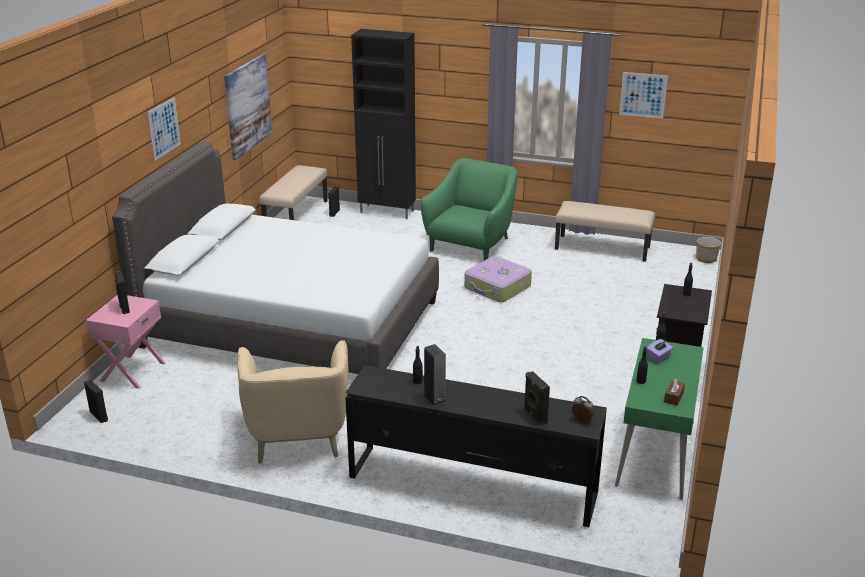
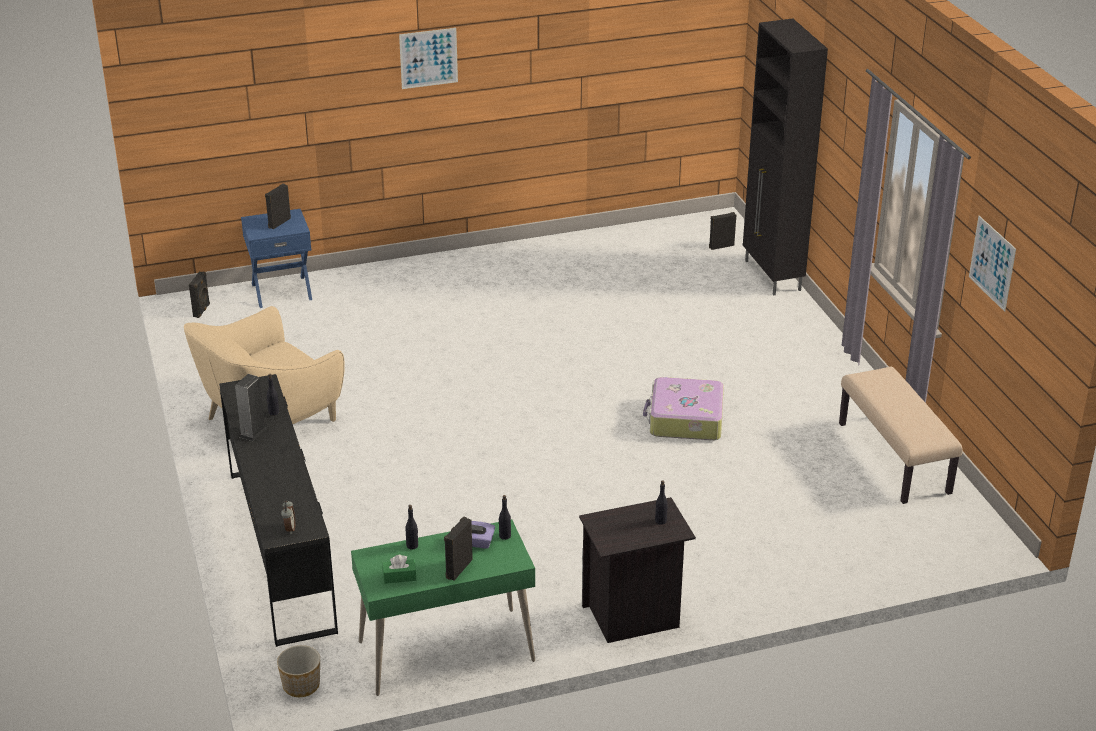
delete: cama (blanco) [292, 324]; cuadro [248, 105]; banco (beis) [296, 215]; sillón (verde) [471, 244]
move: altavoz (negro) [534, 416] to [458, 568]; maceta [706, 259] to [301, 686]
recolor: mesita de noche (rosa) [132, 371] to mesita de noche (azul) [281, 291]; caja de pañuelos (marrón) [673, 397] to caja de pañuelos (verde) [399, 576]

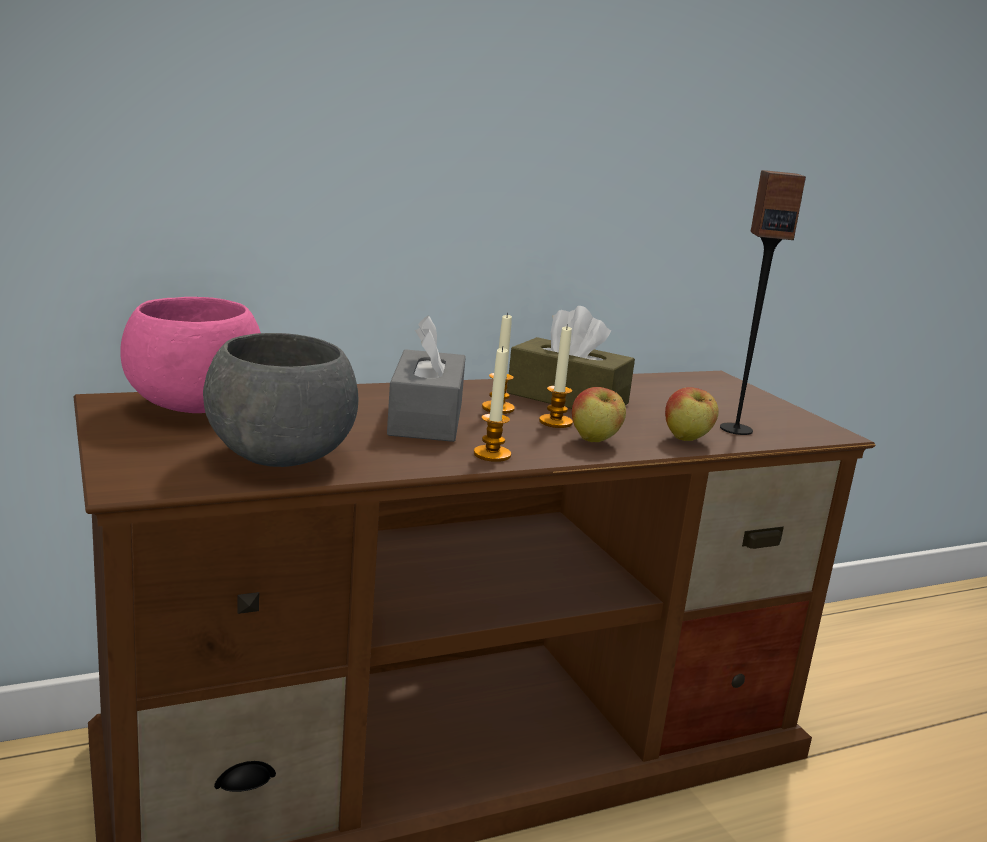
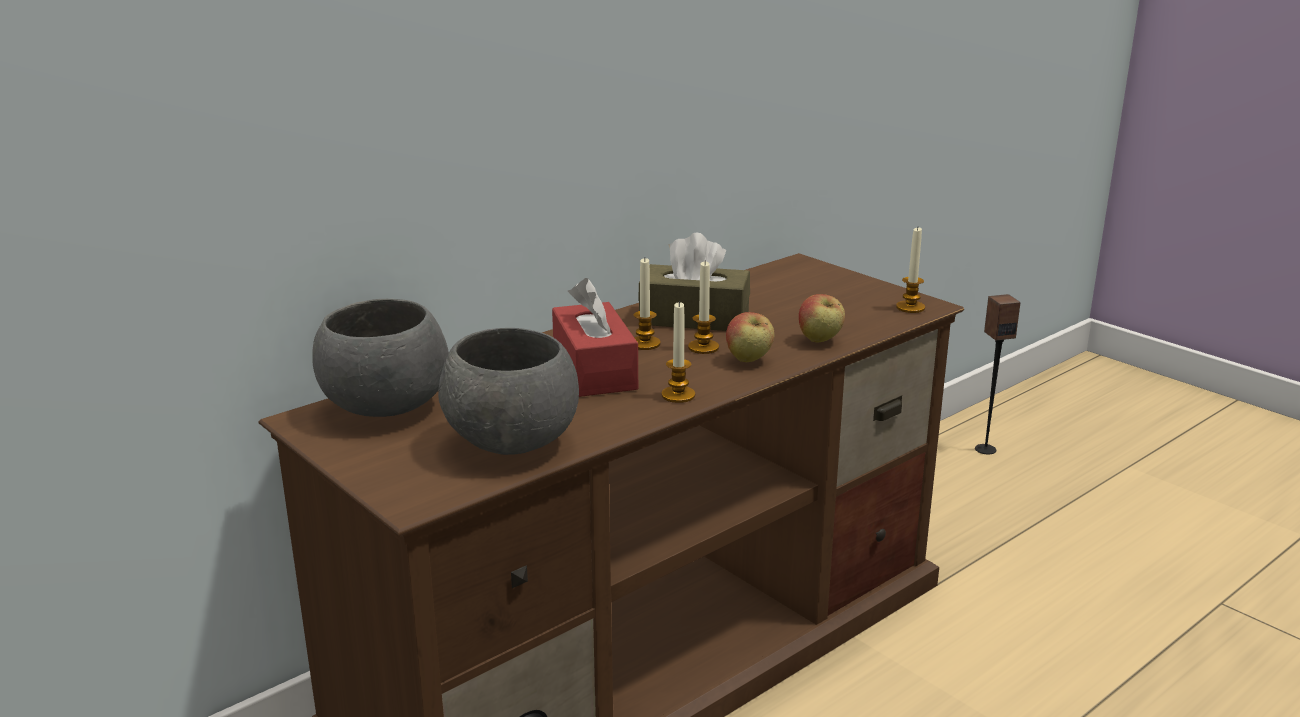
insert: vela [910, 307]
move: altavoz [736, 429] to [985, 449]
recolor: cuenco (rosa) [194, 407] to cuenco (gris) [385, 408]; caja de pañuelos (gris) [426, 418] to caja de pañuelos (rojo) [594, 370]

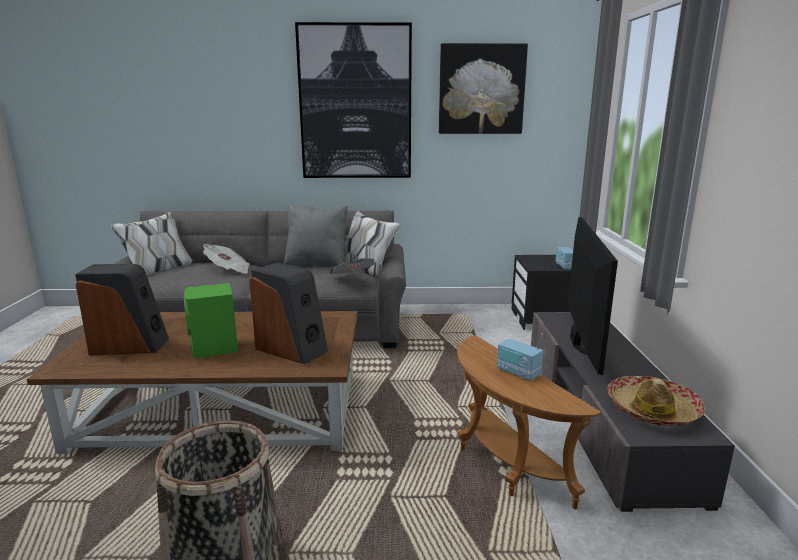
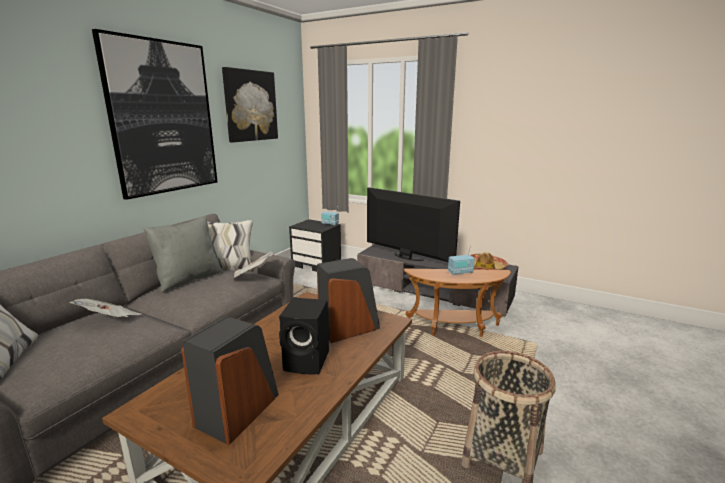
recolor: altavoz (verde) [214, 349] to altavoz (negro) [308, 361]

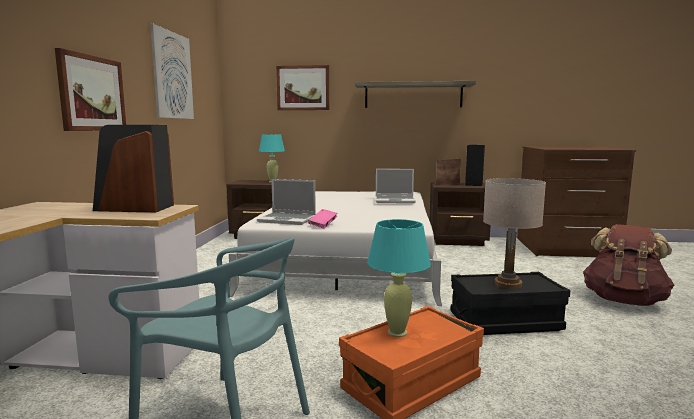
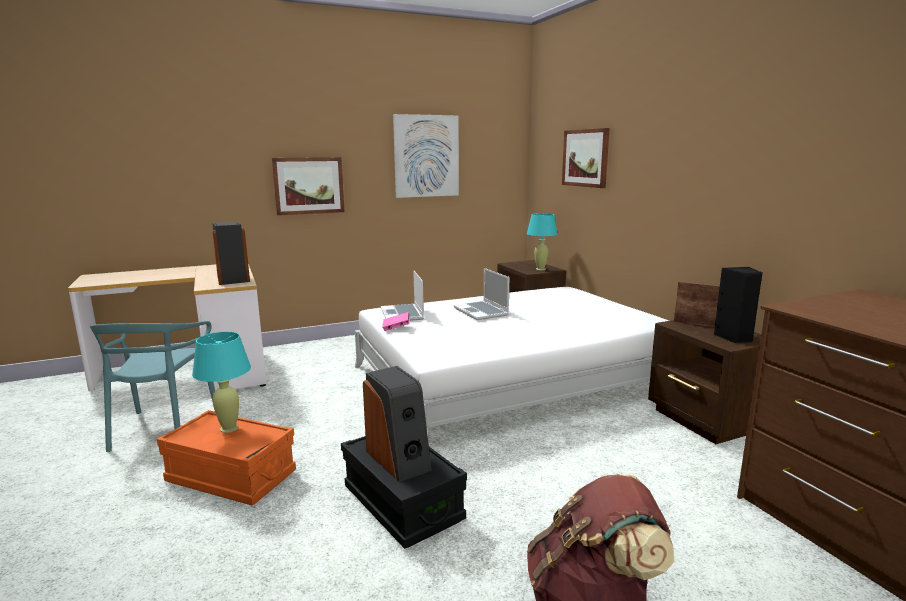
delete: estante [413, 95]
move: portátil [395, 201] to [482, 312]
replace: lámpara de mesa (beis) [507, 284] to altavoz [399, 459]

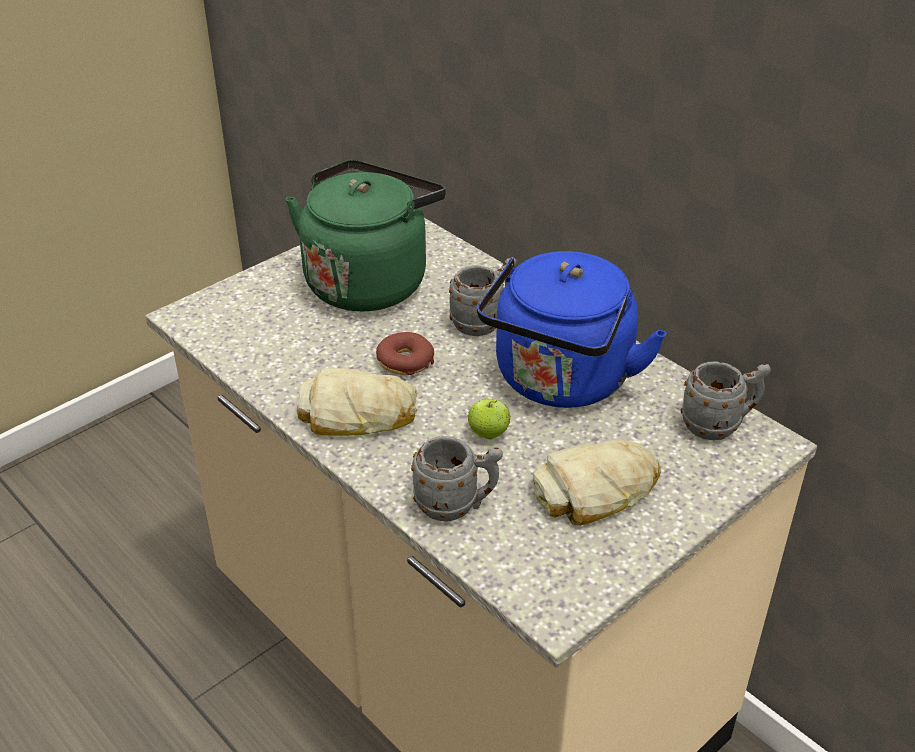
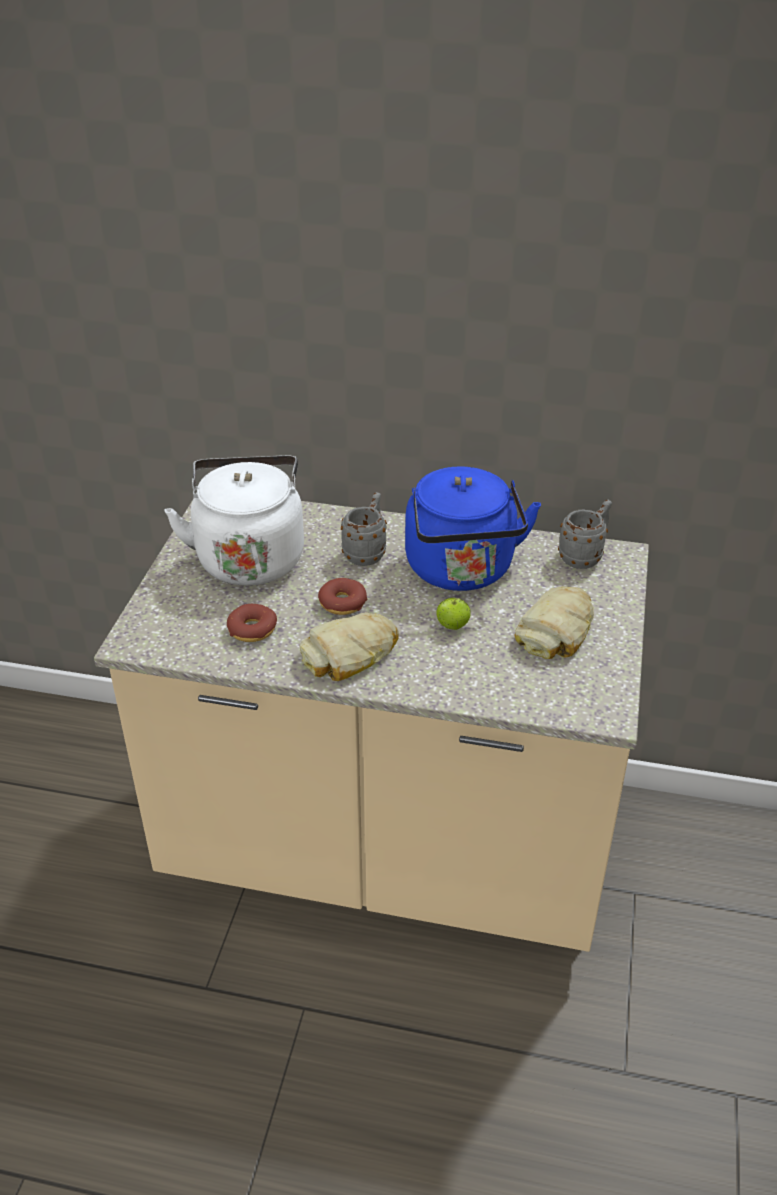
delete: taza grande (gris) [457, 505]
insert: rosquilla [252, 629]
recolor: hervidor (verde) [369, 281] to hervidor (blanco) [249, 556]

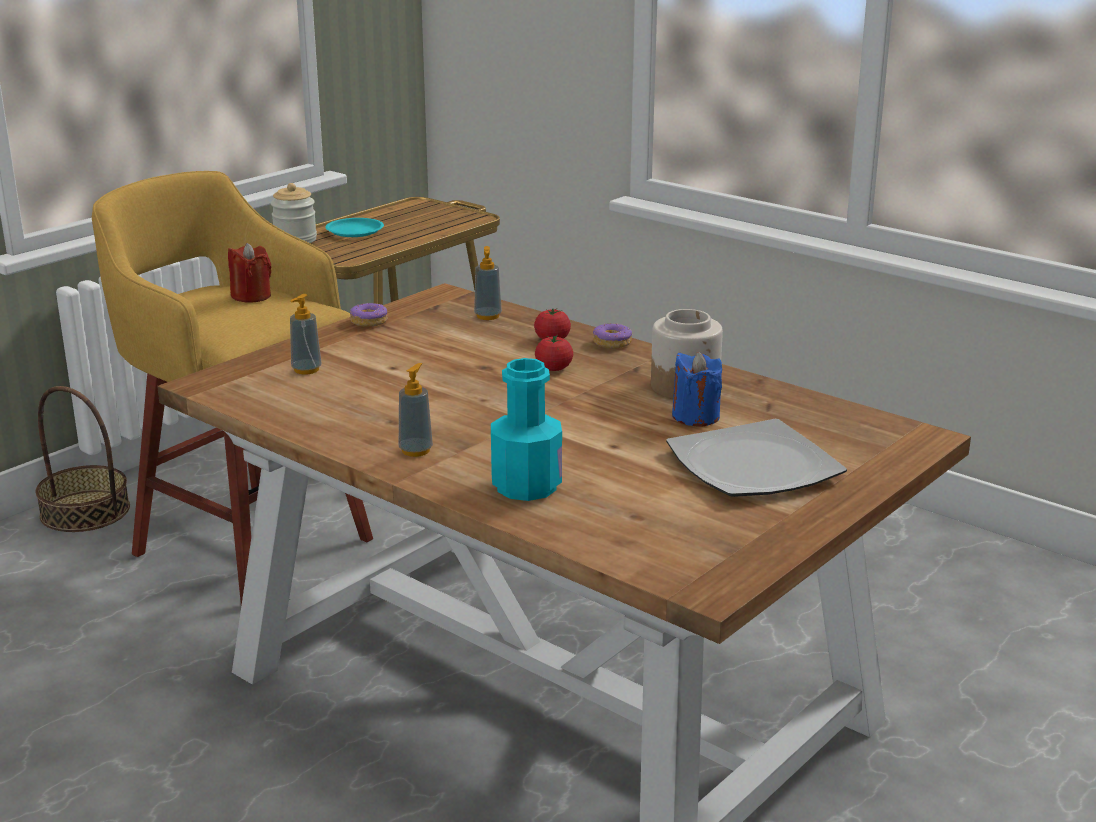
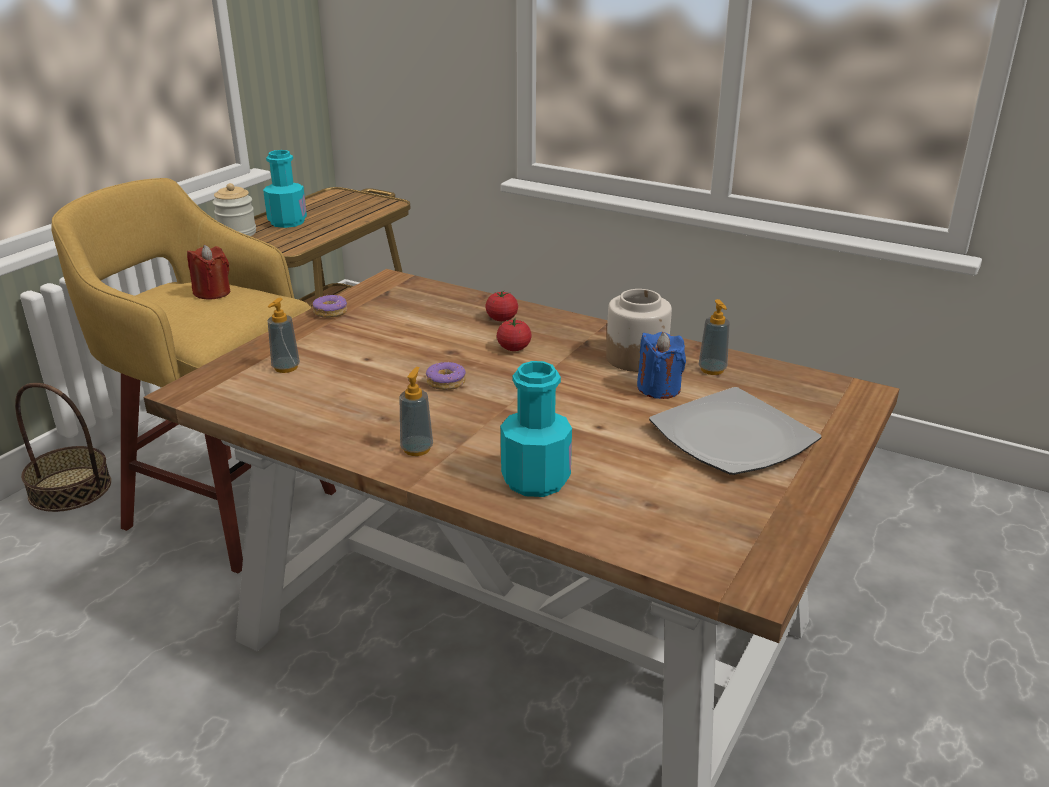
move: dispensador de jabón [488, 316] to [712, 369]; rosquilla [612, 343] to [446, 382]
replace: plato (turquesa) [354, 231] to botella (turquesa) [287, 222]

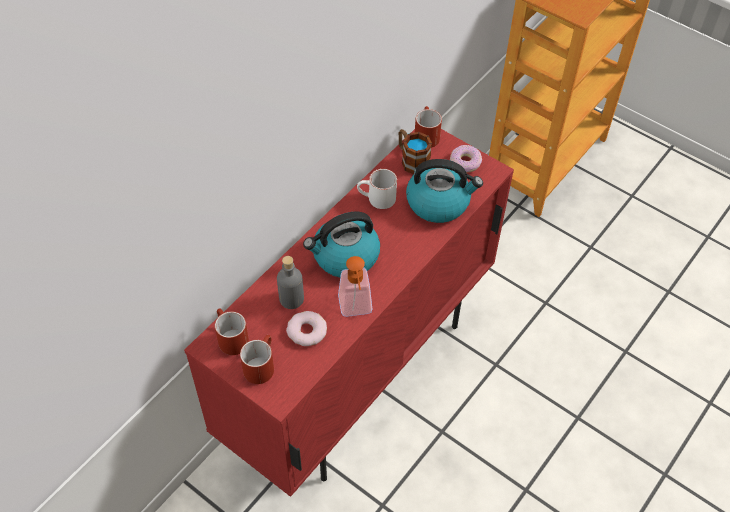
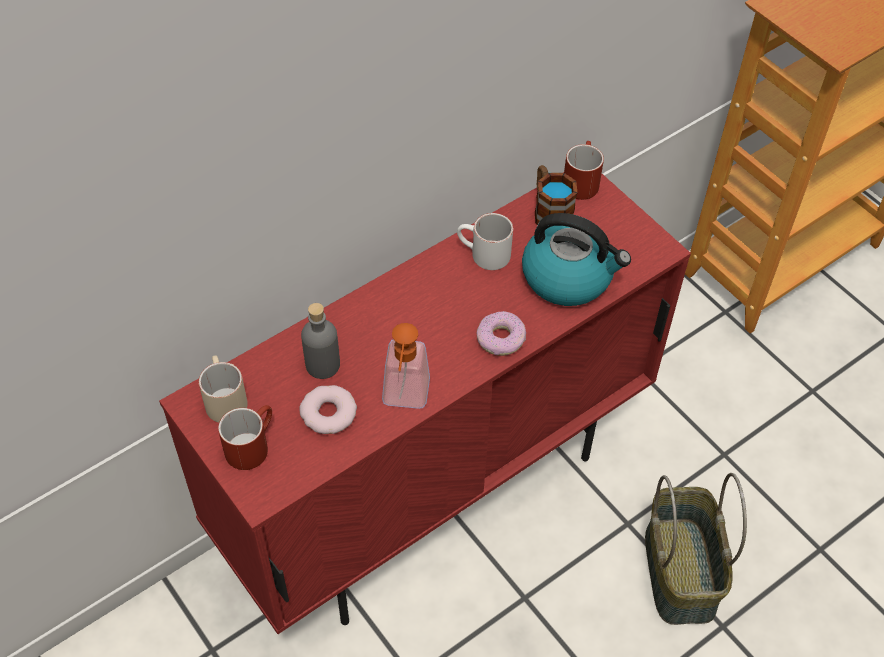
delete: hervidor [344, 257]
insert: cesta [681, 572]
move: rosquilla [465, 162] to [501, 339]
recolor: taza grande (rojo) [229, 338] to taza grande (beis) [223, 399]

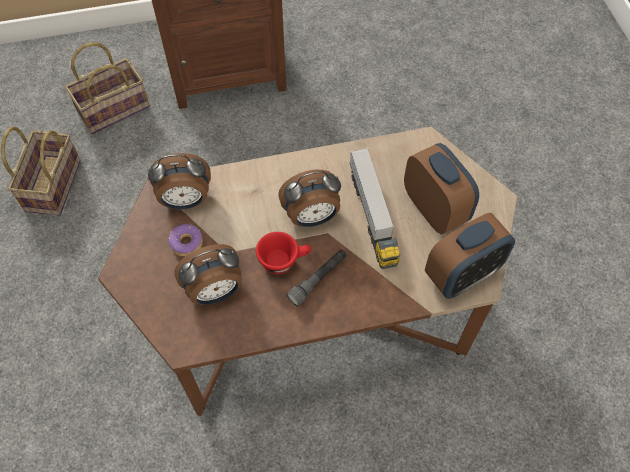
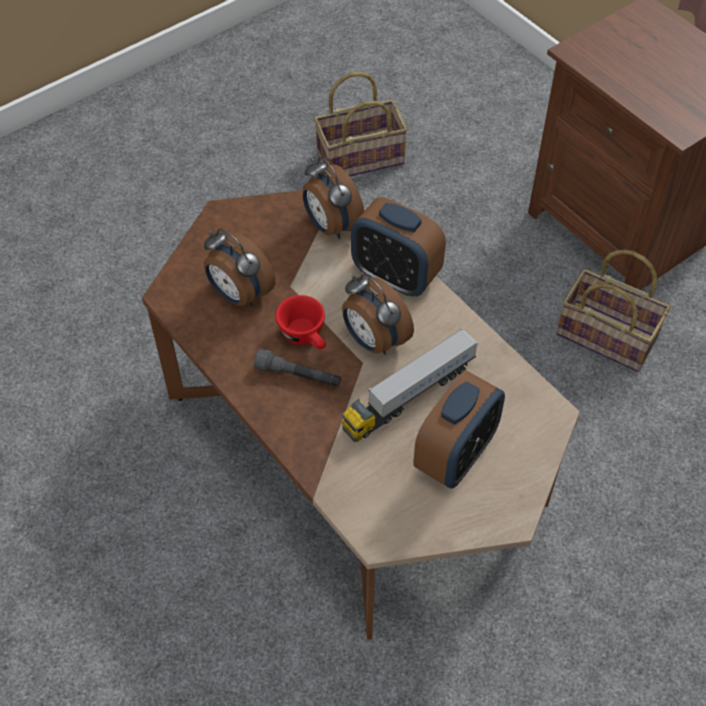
delete: rosquilla [186, 243]
move: cesta [114, 108] to [609, 336]; despertador [462, 275] to [395, 276]

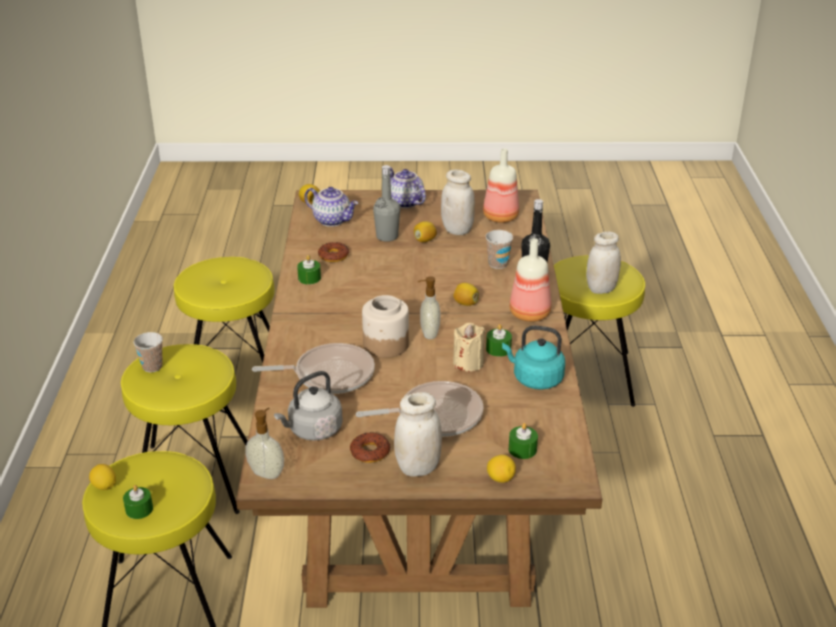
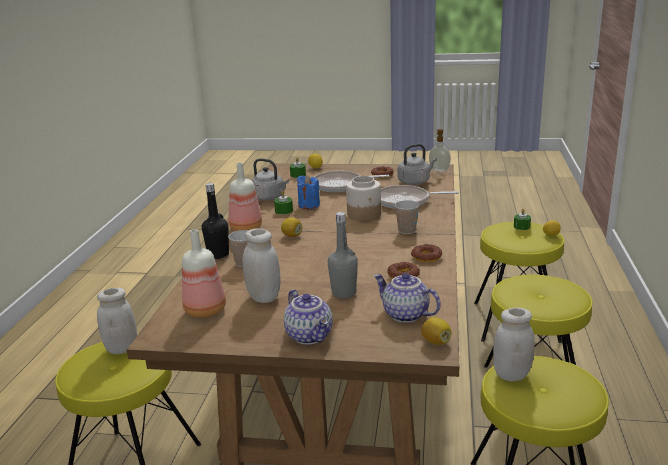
delete: limón [424, 240]; dispensador de jabón [429, 333]
move: taza [152, 367] to [407, 231]; tarro (blanco) [418, 468] to [511, 374]
replace: vela (verde) [309, 278] to rosquilla [426, 257]
recolor: vela (beis) [468, 363] to vela (azul) [309, 205]; hervidor (turquesa) [535, 379] to hervidor (gris) [270, 198]

